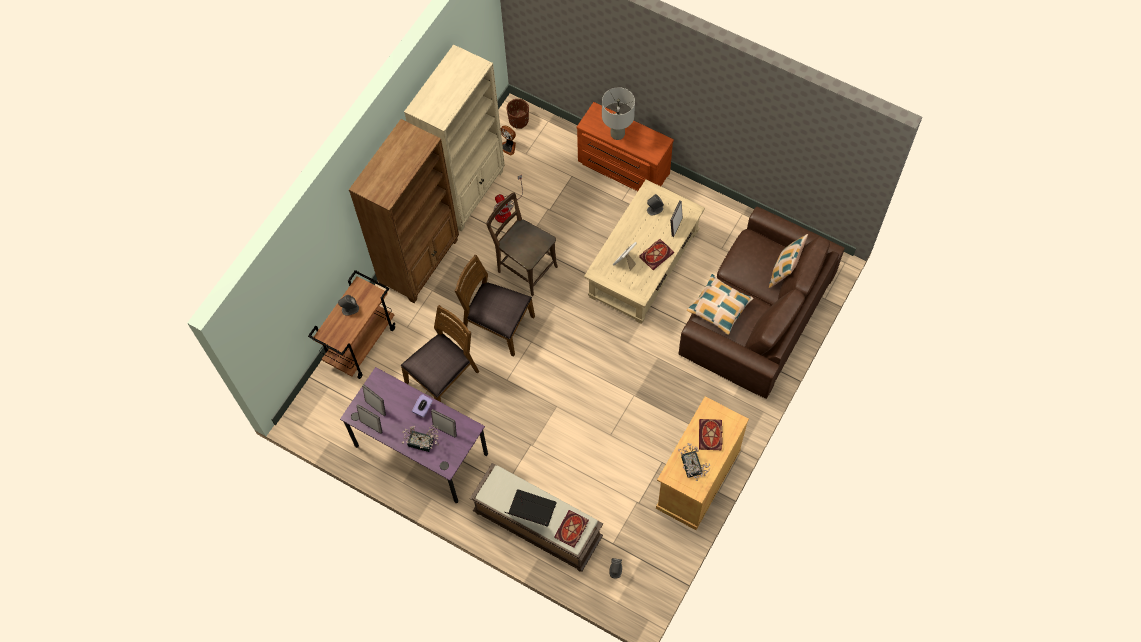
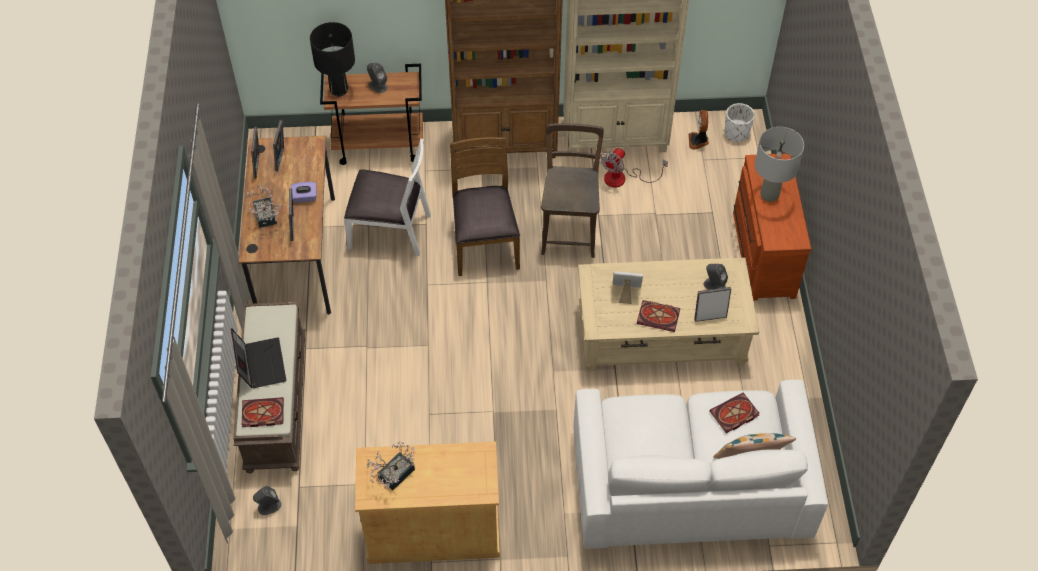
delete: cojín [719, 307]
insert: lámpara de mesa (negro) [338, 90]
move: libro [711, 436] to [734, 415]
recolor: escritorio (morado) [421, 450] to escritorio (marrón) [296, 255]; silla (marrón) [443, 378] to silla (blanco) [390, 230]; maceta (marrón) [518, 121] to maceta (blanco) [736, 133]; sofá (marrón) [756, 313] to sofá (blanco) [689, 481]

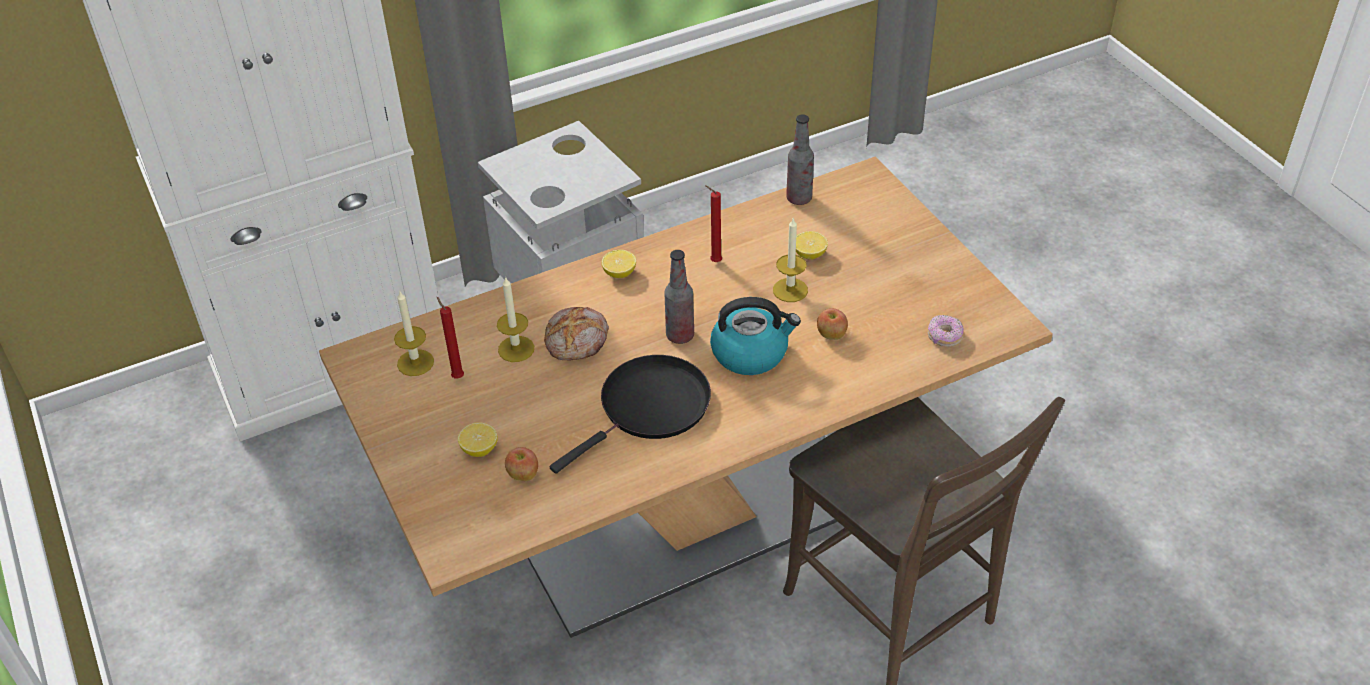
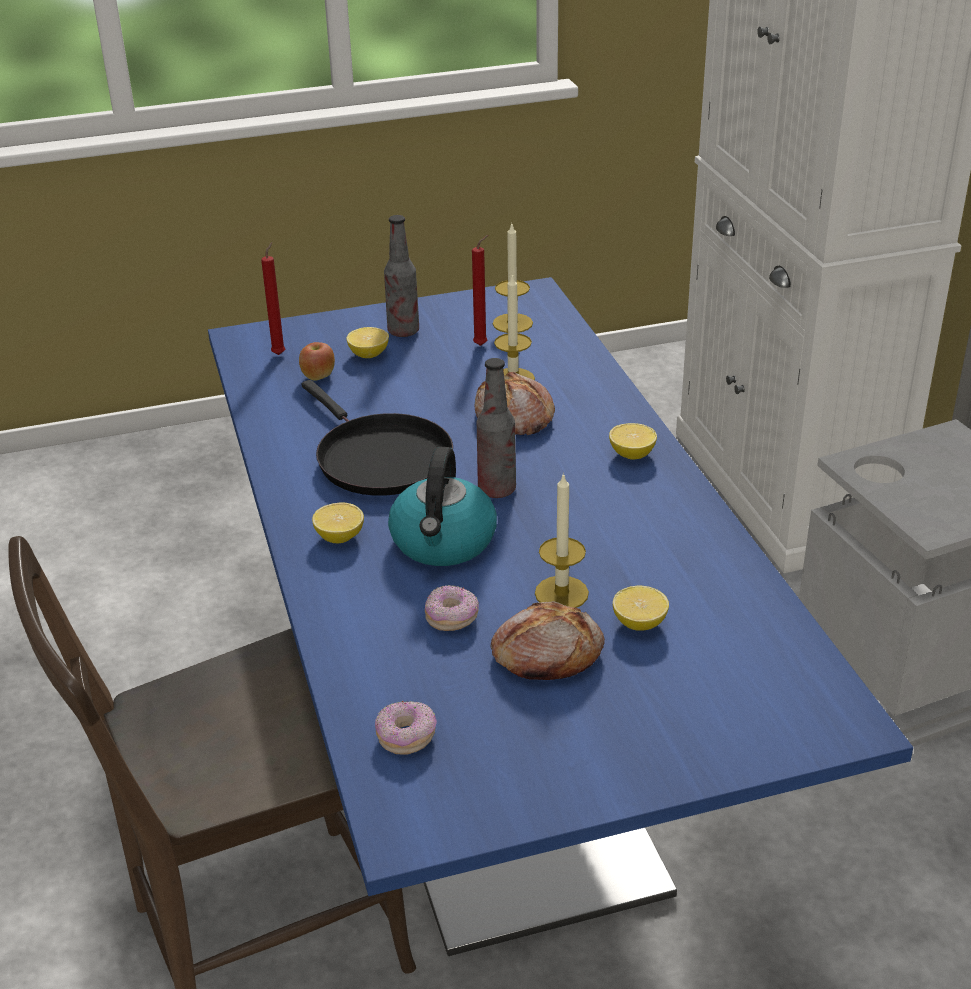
insert: limón [339, 537]; pan [546, 654]
move: vela (rojo) [714, 261] to [280, 353]; botella [799, 198] to [403, 331]
replace: manzana [831, 335] to rosquilla [452, 618]
recolor: mesa de comedor (beis) [690, 513] to mesa de comedor (azul) [491, 755]

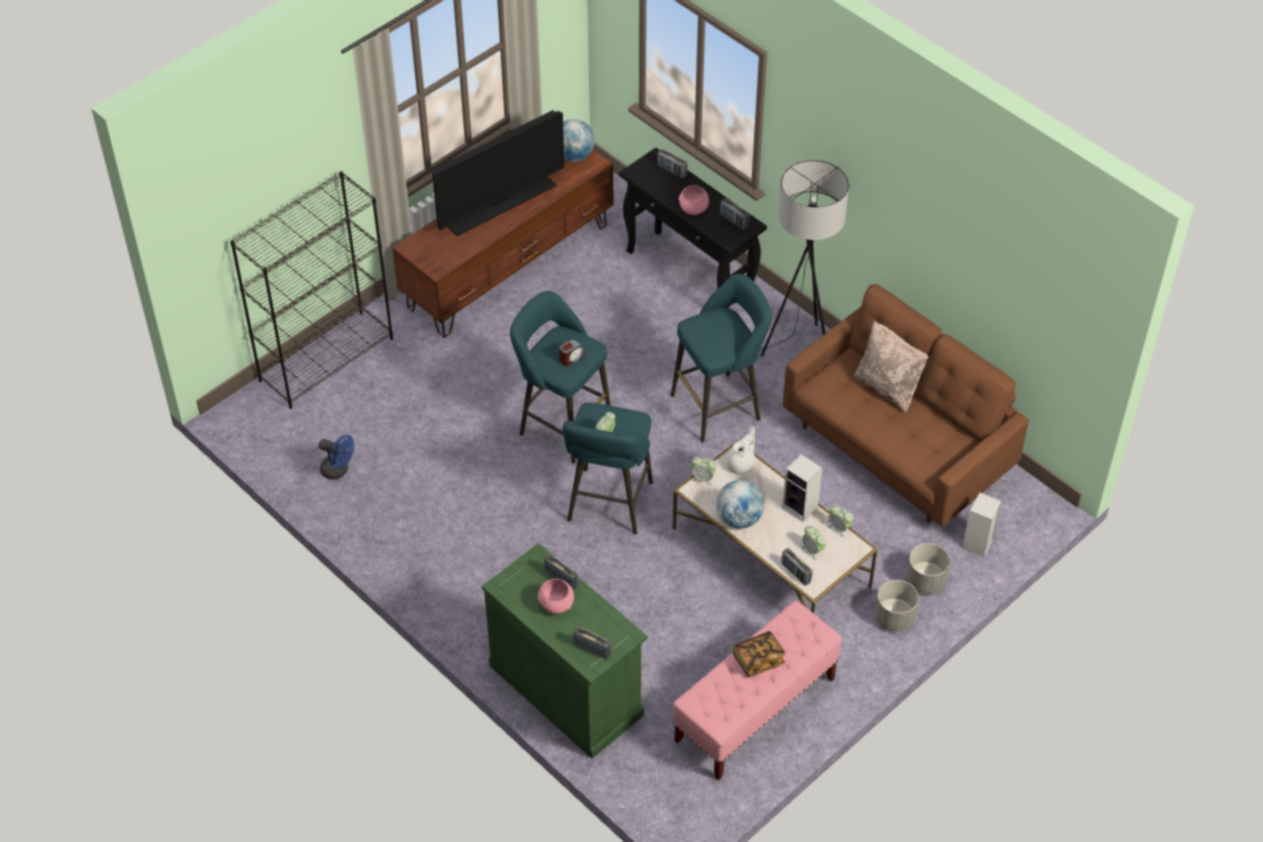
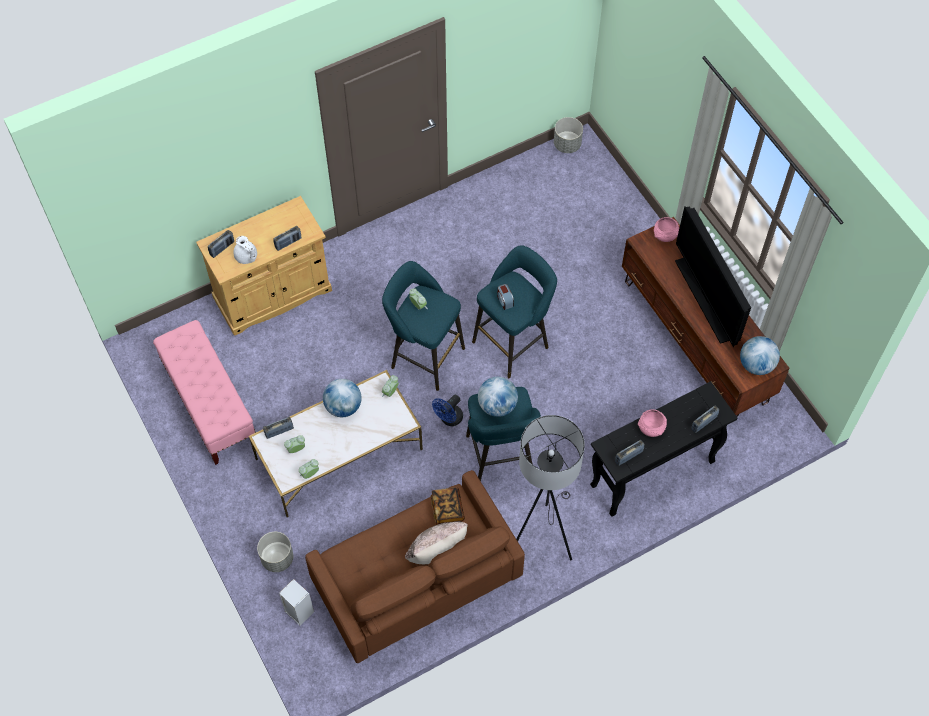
delete: estantería (negro) [327, 359]; altavoz [801, 508]
insert: globo terráqueo [497, 406]
move: ventilador (azul) [338, 471] to [449, 419]; cuenco (rosa) [556, 604] to [665, 235]; tetera (blanco) [742, 464] to [246, 257]; libro [758, 660] to [447, 509]; maceta (gris) [894, 618] to [567, 144]
recolor: armario (verde) [566, 690] to armario (beis) [272, 294]

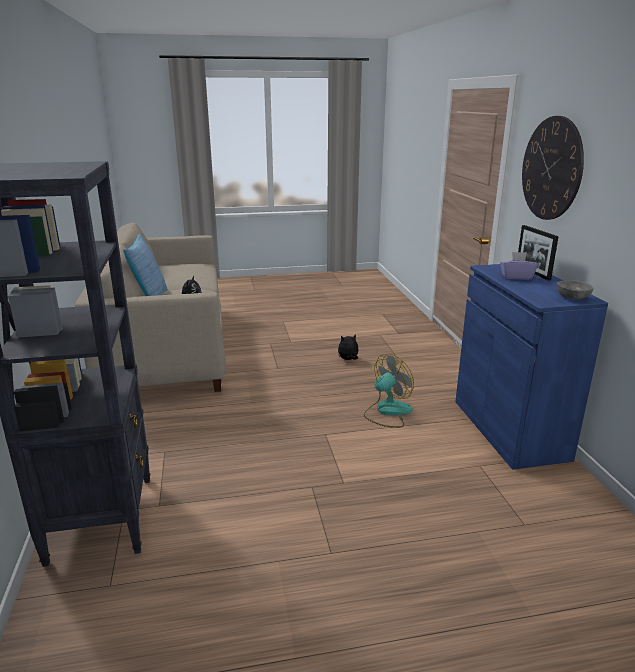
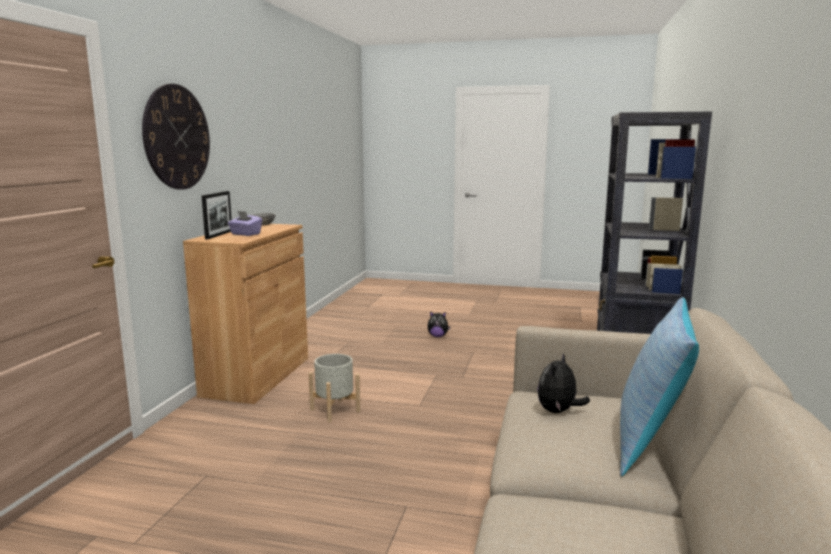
move: peluche [348, 360] to [438, 336]
replace: ventilador [387, 412] to maceta (gris) [335, 410]
recolor: armario (azul) [509, 429] to armario (marrón) [257, 376]

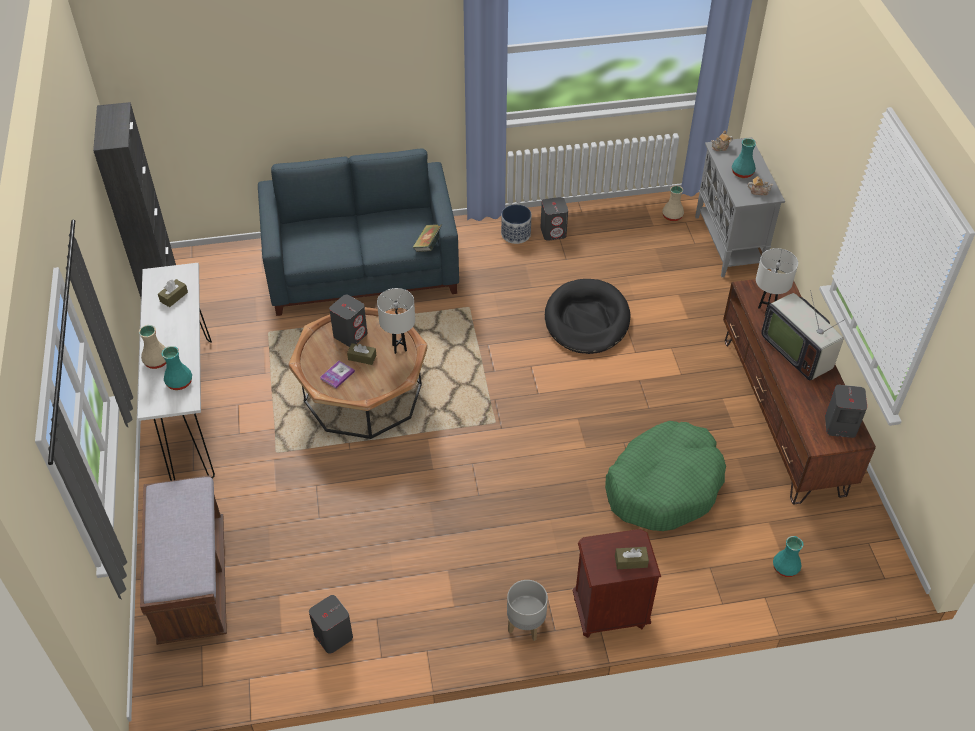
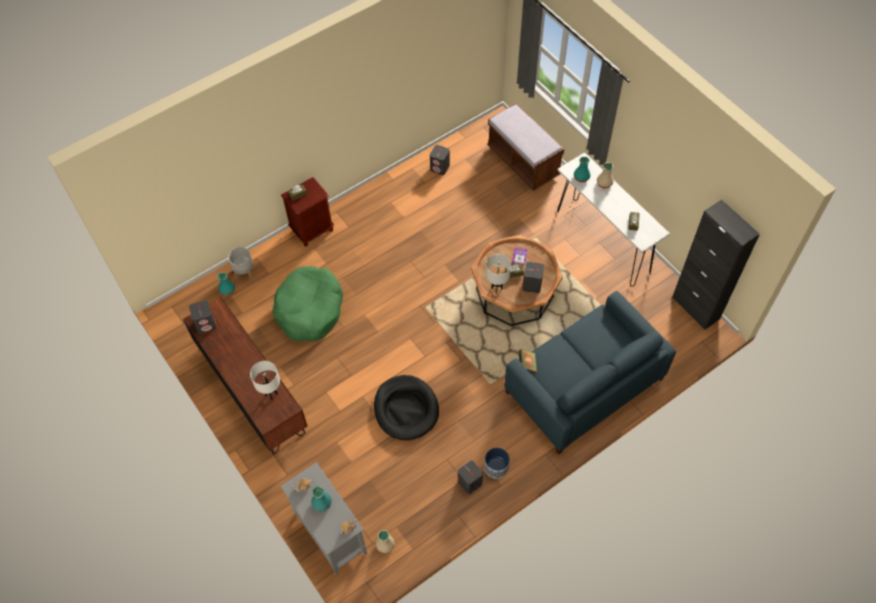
delete: televisor [798, 351]
move: maceta (gris) [526, 625] to [244, 272]

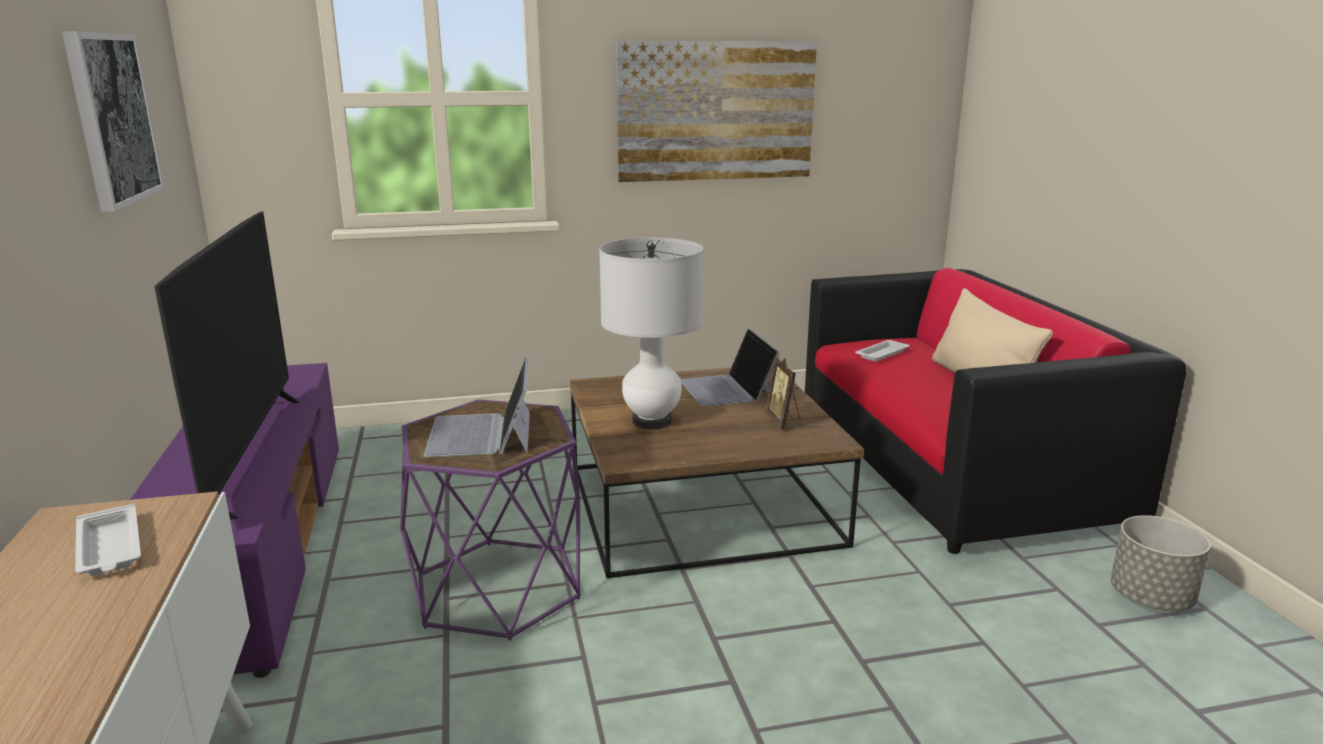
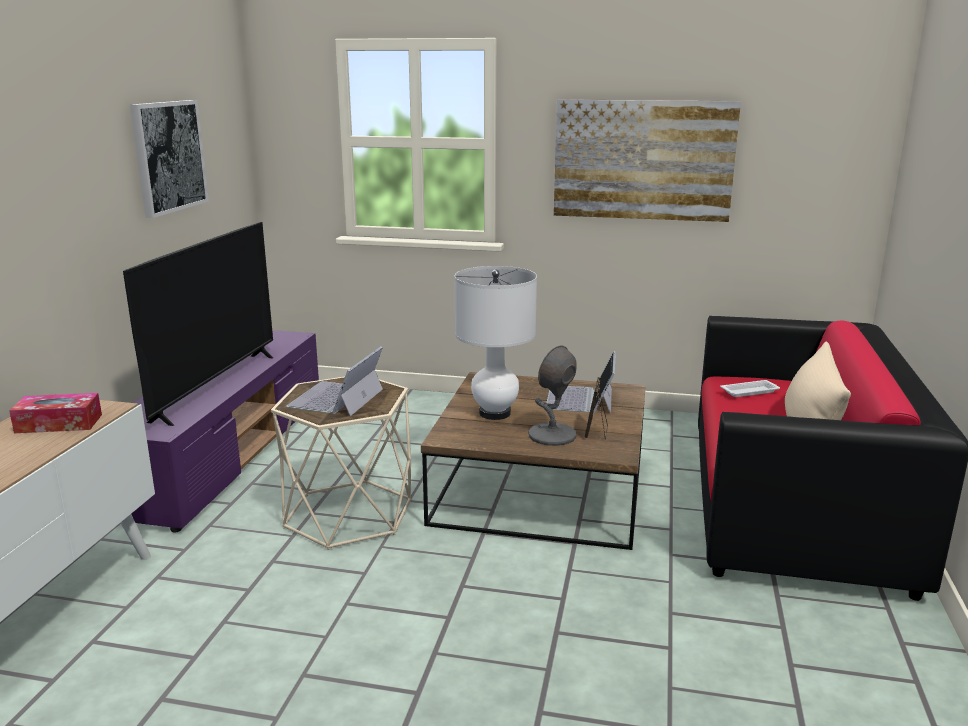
delete: maceta (gris) [1150, 598]
insert: lámpara de mesa (gris) [552, 435]
replace: bandeja (blanco) [110, 548] to caja de pañuelos [59, 423]
recolor: mesa auxiliar (morado) [499, 587] to mesa auxiliar (beis) [349, 514]

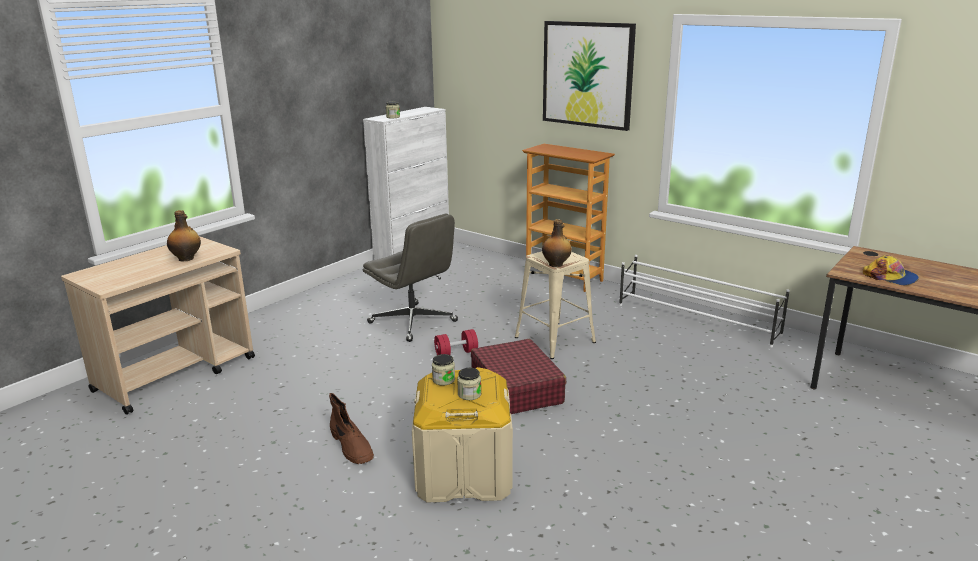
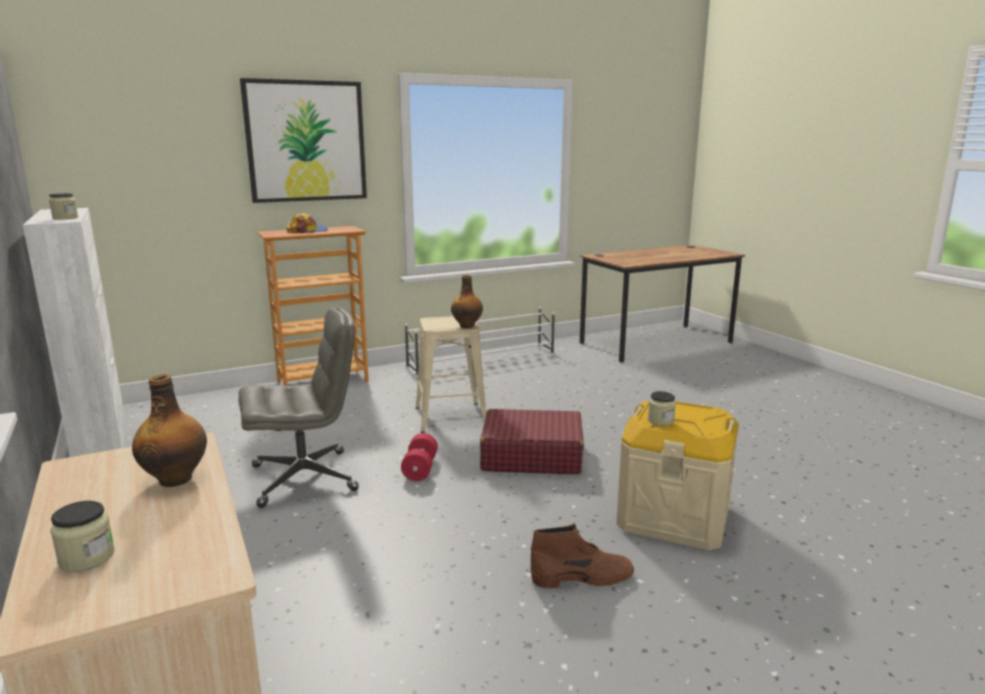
move: tarro [469, 394] to [87, 558]; gorra [890, 277] to [307, 231]

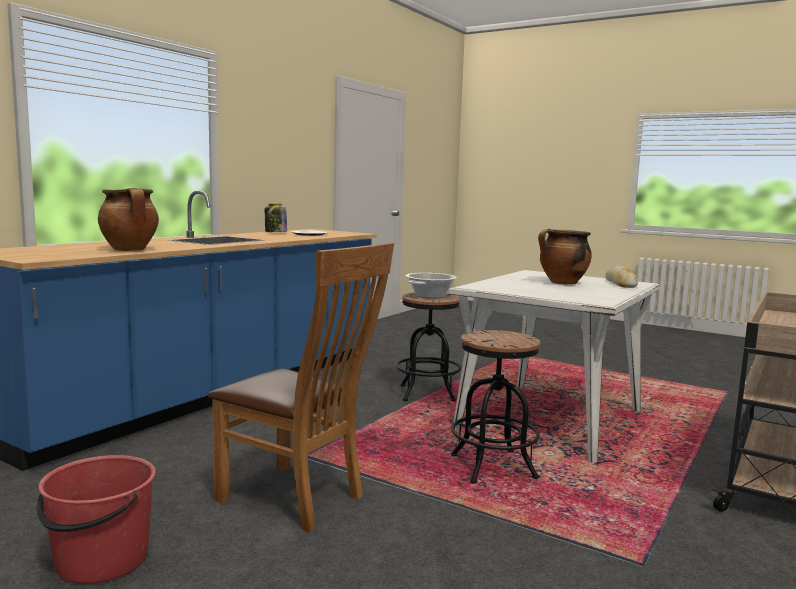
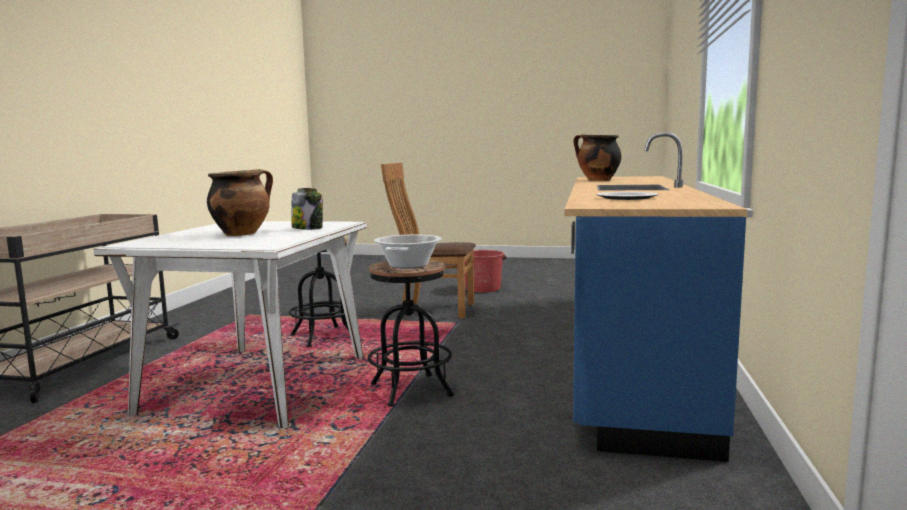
delete: pan [620, 283]
move: tarro [275, 232] to [308, 228]

